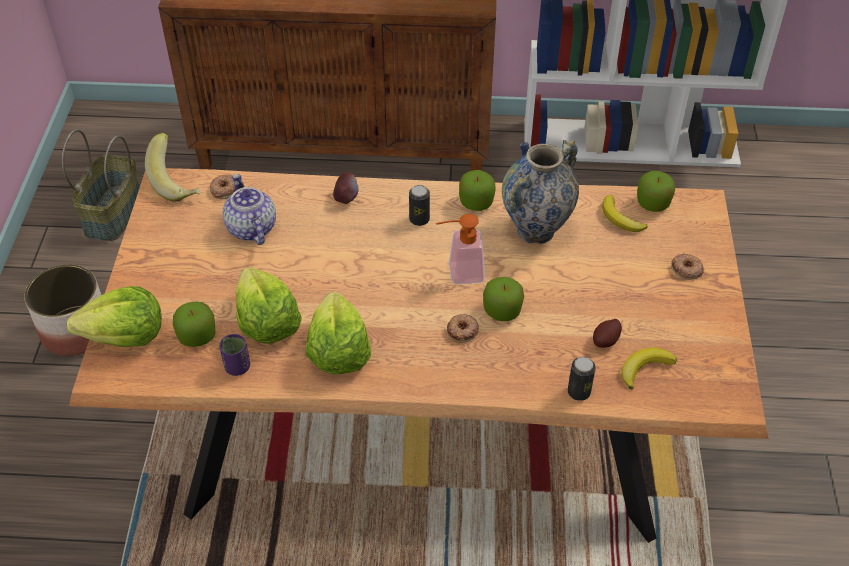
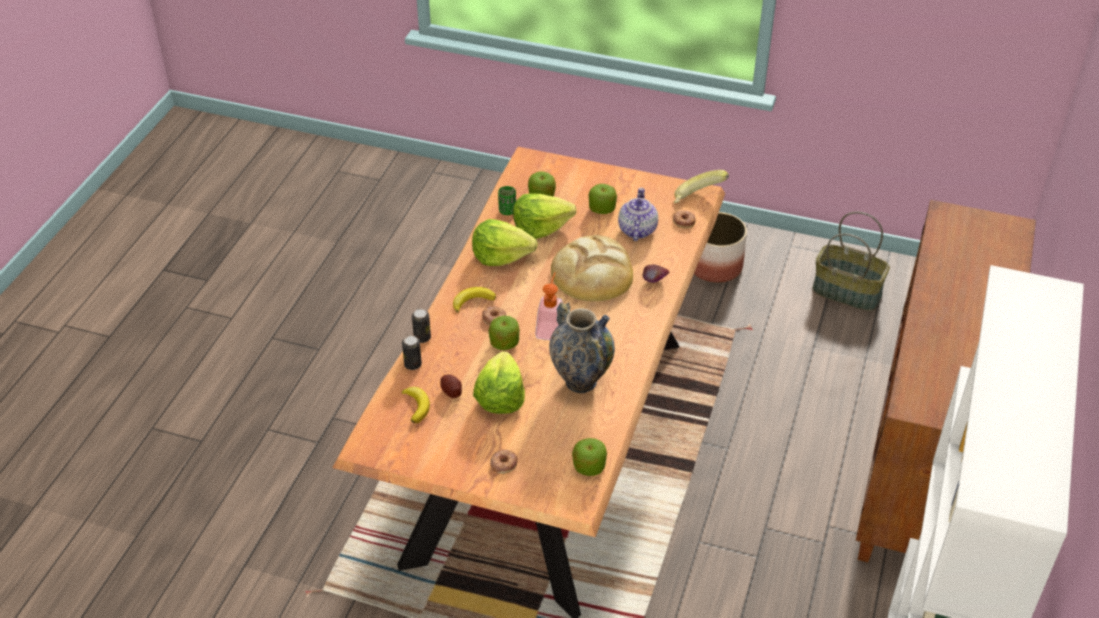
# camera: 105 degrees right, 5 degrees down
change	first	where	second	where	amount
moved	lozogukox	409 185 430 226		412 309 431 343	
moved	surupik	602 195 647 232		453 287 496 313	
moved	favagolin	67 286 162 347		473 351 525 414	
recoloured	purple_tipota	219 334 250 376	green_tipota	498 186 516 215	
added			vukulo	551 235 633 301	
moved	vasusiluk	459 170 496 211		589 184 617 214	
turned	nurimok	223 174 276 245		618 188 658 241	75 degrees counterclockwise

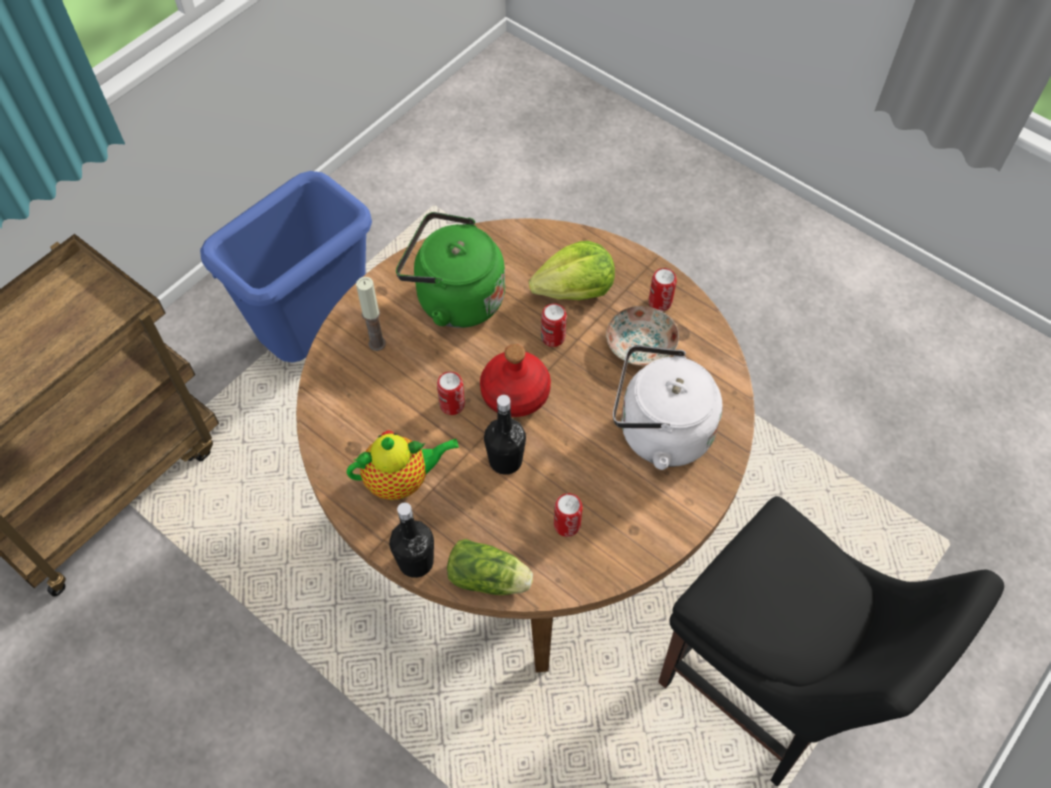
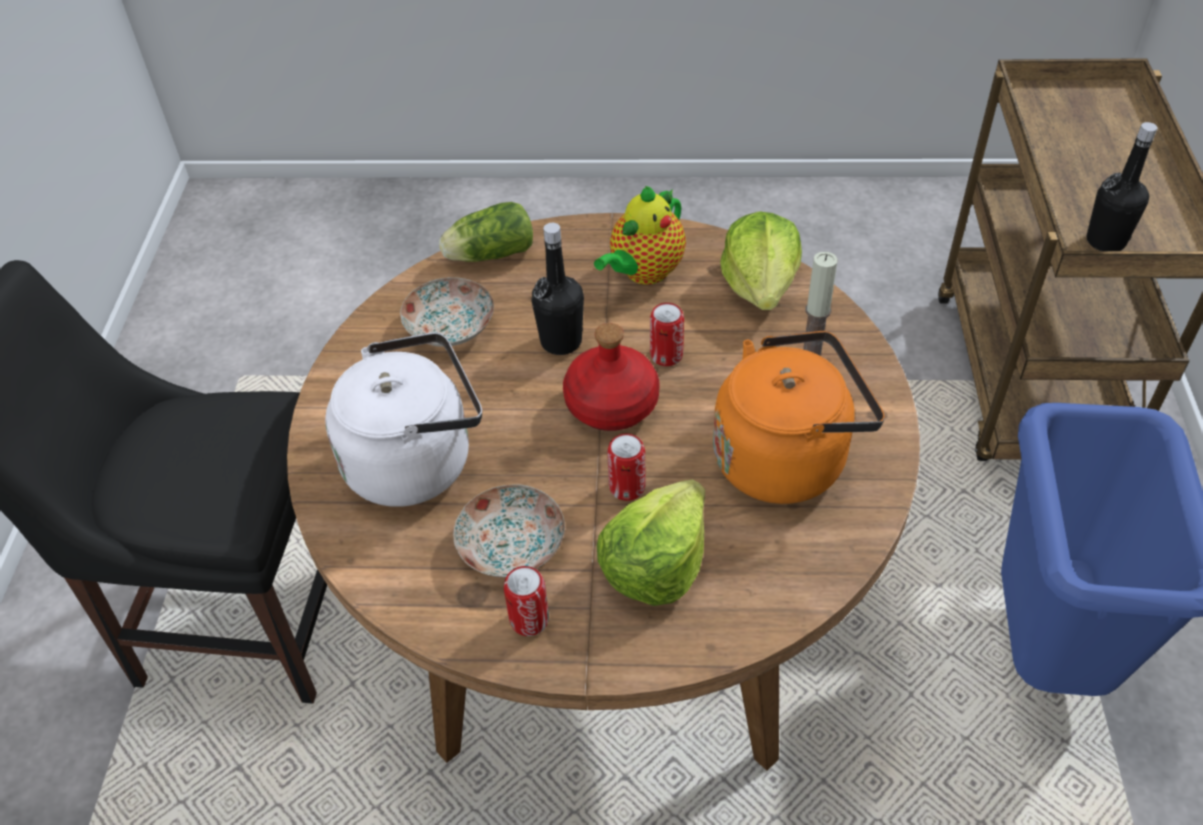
# camera: 145 degrees right, 10 degrees down
change	first	where	second	where	amount
replaced	lozogukox	554 493 583 537	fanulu	400 277 494 346	
recoloured	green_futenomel	396 212 505 328	orange_futenomel	713 331 885 504	
added			favagolin	720 211 802 310	
moved	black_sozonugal	389 503 434 578		1087 122 1157 251	

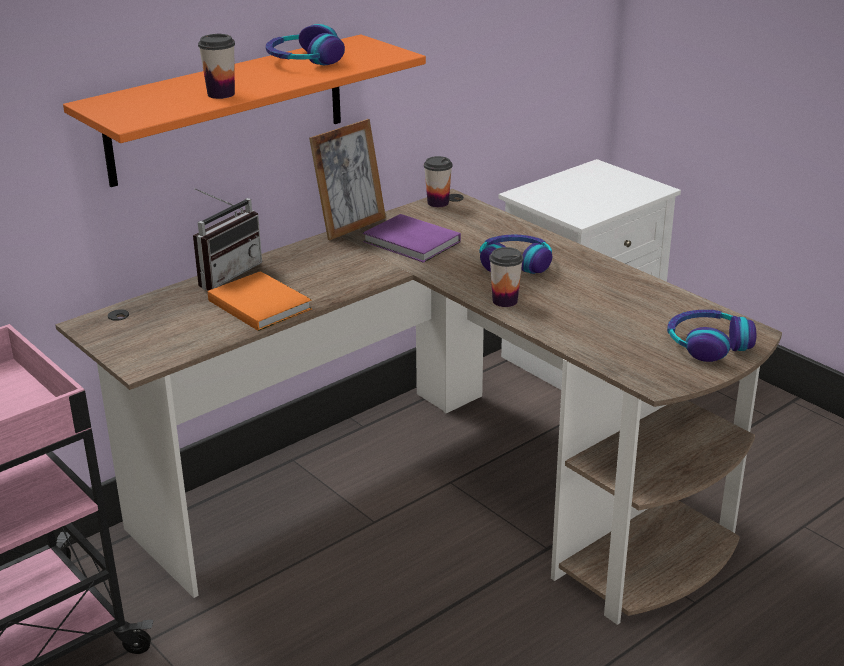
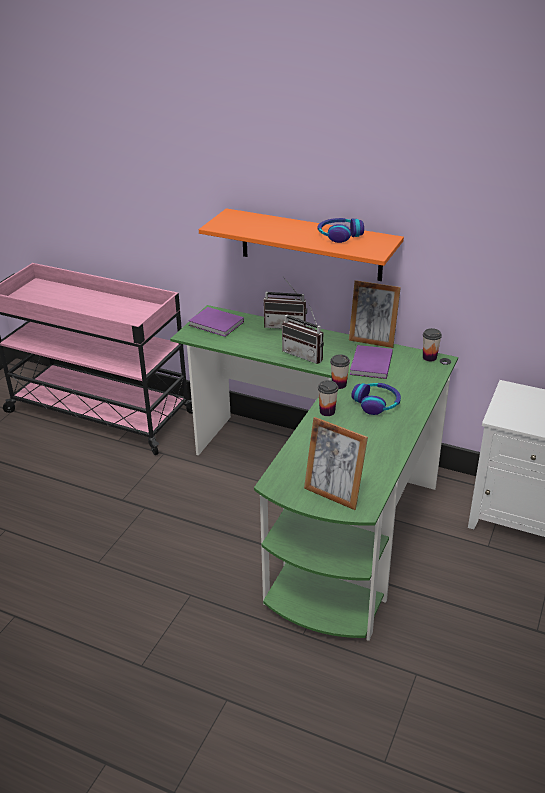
# camera: 65 degrees right, 5 degrees up
change	first	where	second	where	amount
recoloured	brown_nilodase	55 189 782 625	green_nilodase	170 305 458 641	
added			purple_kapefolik	189 307 244 337	
added			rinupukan	282 305 324 364	
replaced	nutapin	667 310 756 362	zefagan	304 417 368 510	
moved	tipota	198 34 235 99		330 354 350 389	
removed	orange_kapefolik	208 271 312 331			

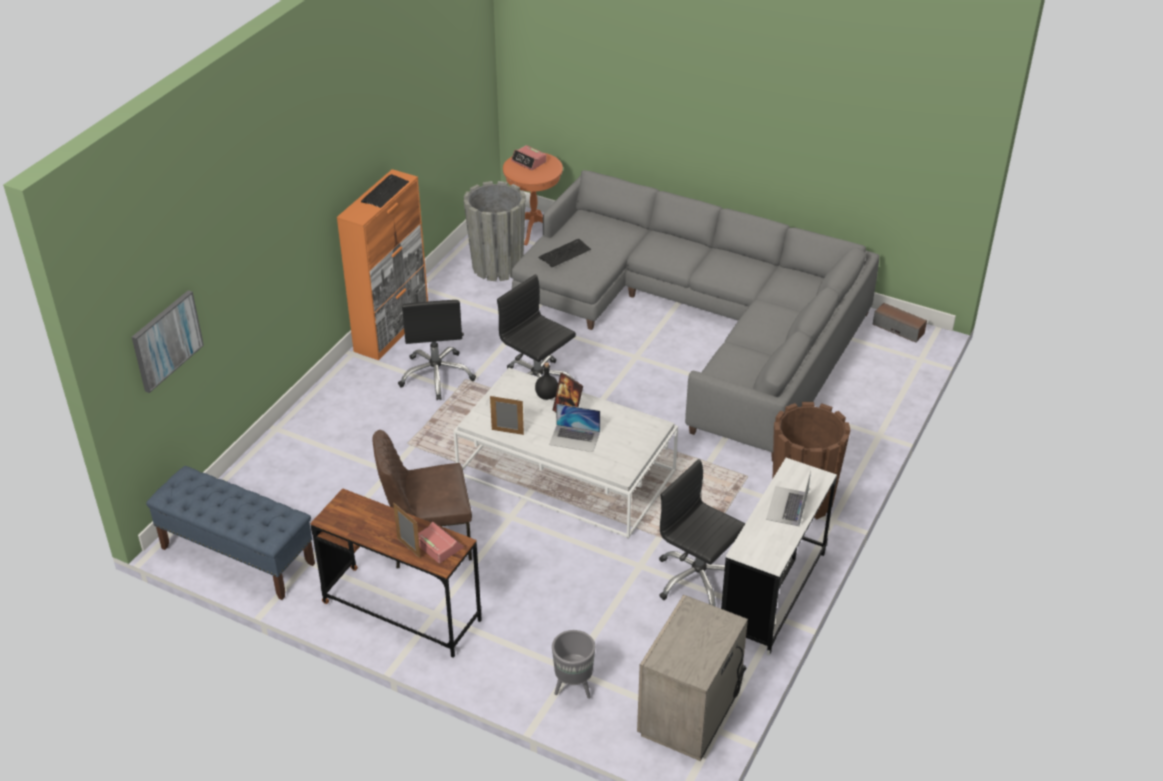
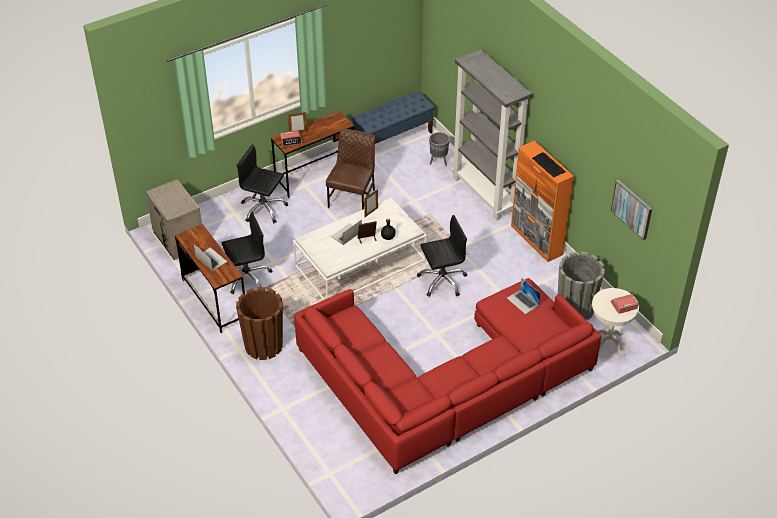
# camera: 120 degrees right, 5 degrees up
change	first	where	second	where	amount
recoloured	white_nilodase	721 458 837 656	brown_nilodase	175 224 245 333	
moved	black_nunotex	398 300 476 400		237 144 288 223	
recoloured	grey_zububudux	512 170 879 461	red_zububudux	294 278 602 474	
moved	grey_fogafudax	552 630 595 699		429 132 450 166	
added			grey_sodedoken	452 49 532 221	
replaced	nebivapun	538 239 591 267	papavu	507 278 541 314	
recoloured	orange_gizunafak	503 153 563 245	white_gizunafak	592 288 639 356	
moved	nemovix	132 290 204 393		611 180 652 240	
removed	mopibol	873 303 927 343			

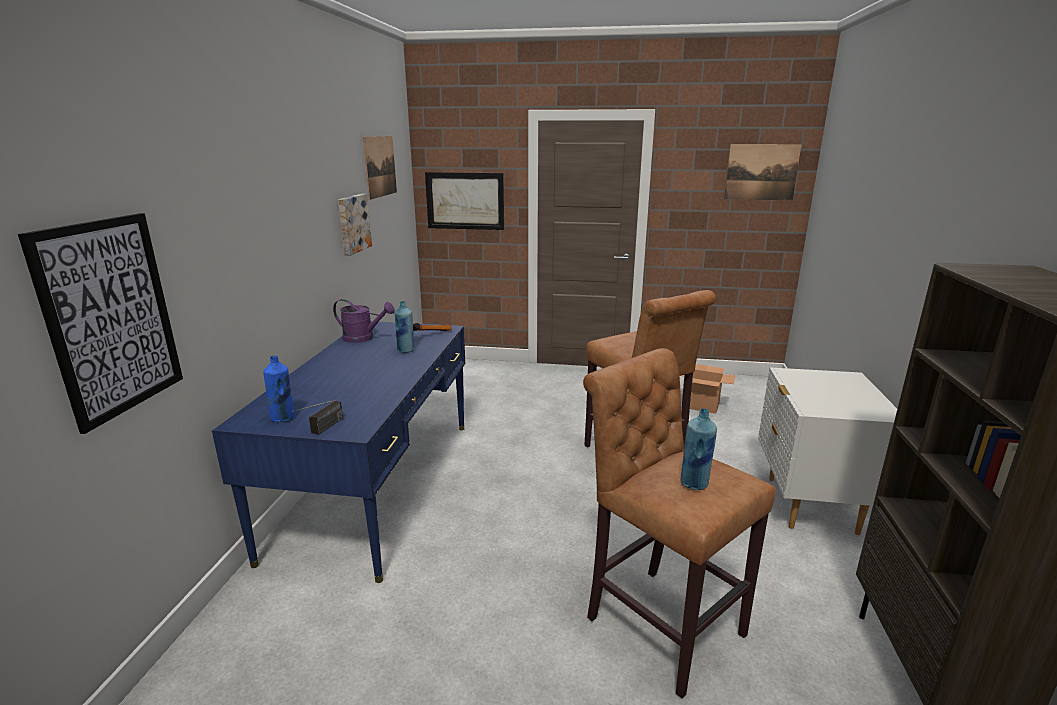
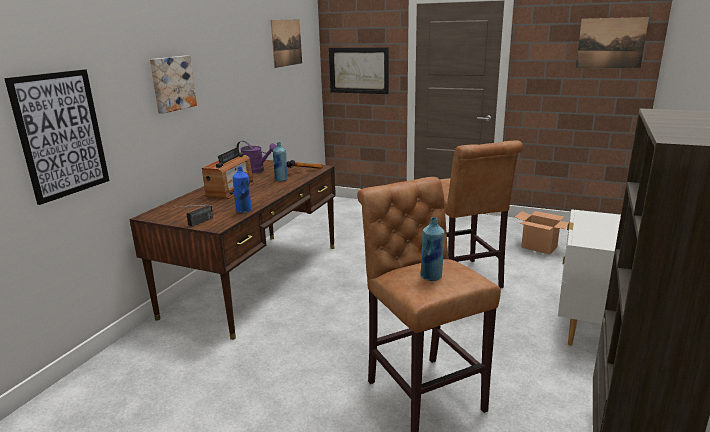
# camera: 15 degrees right, 0 degrees up
change	first	where	second	where	amount
recoloured	blue_nilodase	212 321 465 583	brown_nilodase	129 160 336 340	
moved	nemovix	338 194 372 256		150 55 197 114	
added			rinupukan	202 148 254 199	
moved	blue_sozonugal	263 355 294 422		233 166 251 213	

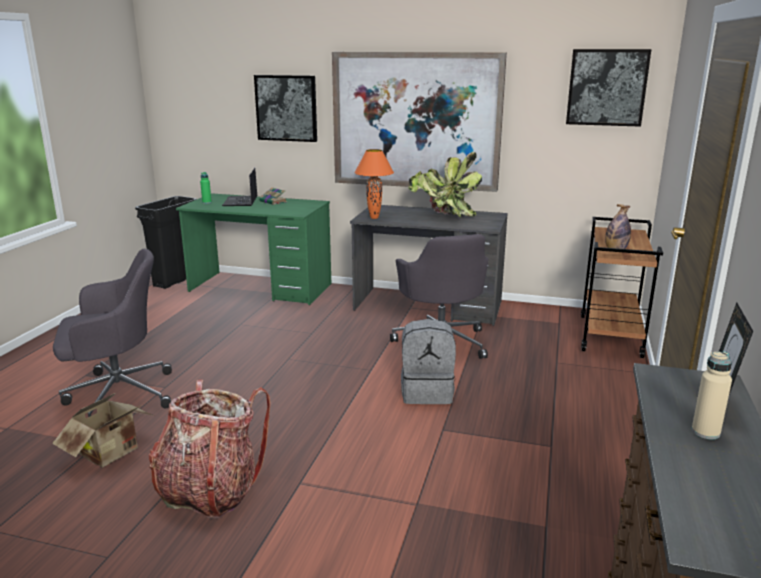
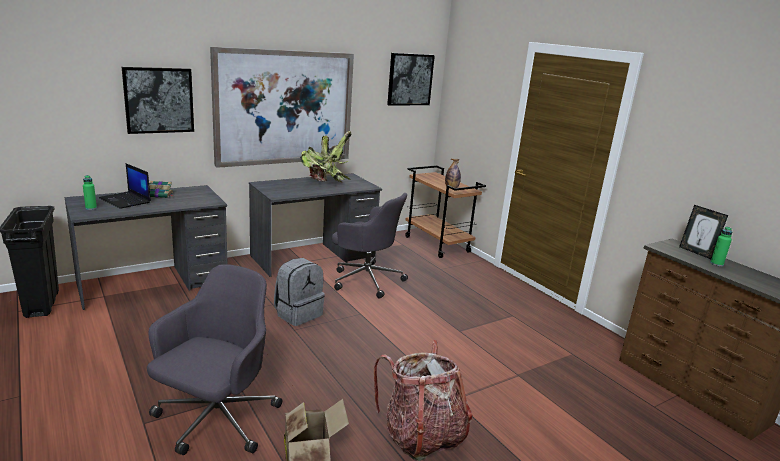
# camera: 50 degrees left, 0 degrees up
change	first	where	second	where	amount
recoloured	green_nilodase	176 193 331 305	grey_nilodase	65 185 228 310	
moved	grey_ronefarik	401 319 456 404		274 258 325 326	
recoloured	beige_sozonugal	692 351 732 439	green_sozonugal	710 227 733 266	
removed	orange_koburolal	354 149 394 219			

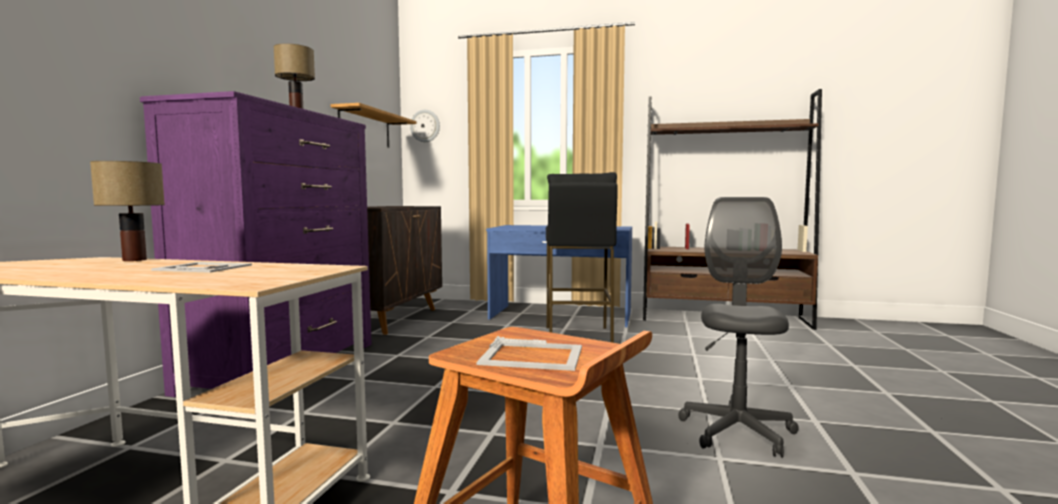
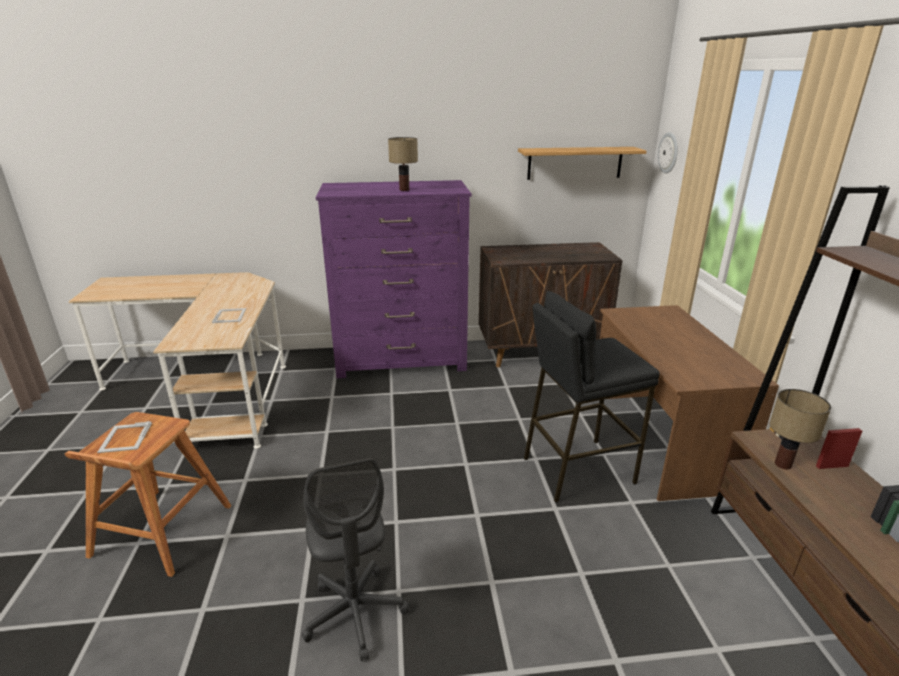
# camera: 70 degrees right, 20 degrees up
change	first	where	second	where	amount
turned	grey_nunotex	678 197 799 458		302 458 409 661	75 degrees clockwise
recoloured	blue_nilodase	486 225 632 327	brown_nilodase	600 305 779 501	
moved	koburolal	90 161 165 261		769 389 831 469	

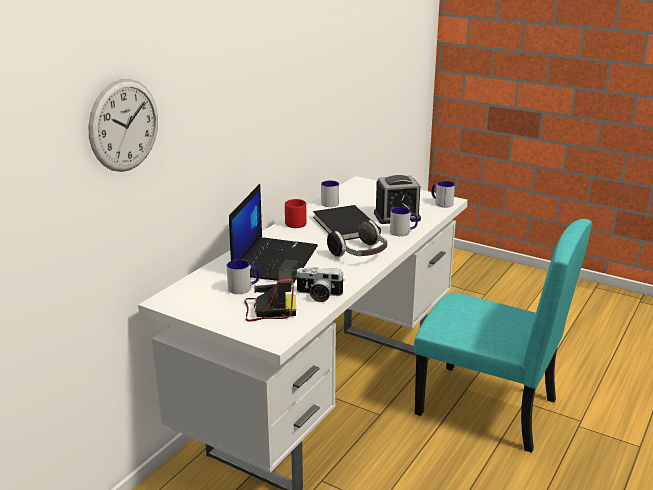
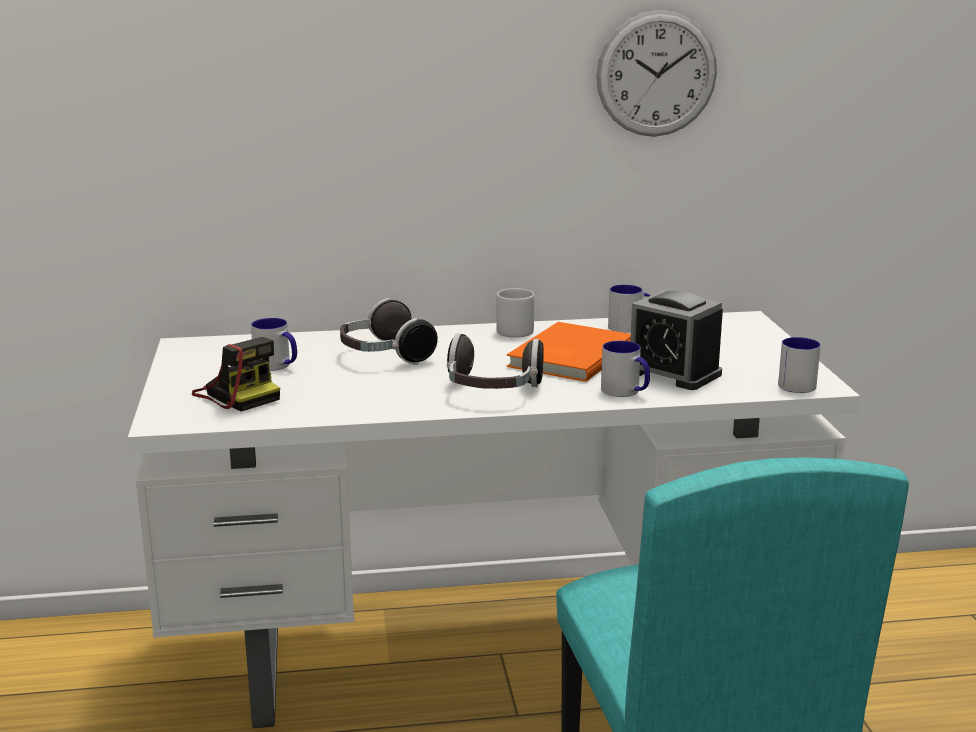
# camera: 50 degrees right, 5 degrees down
change	first	where	second	where	amount
replaced	papavu	229 184 318 283	nutapin	340 298 438 365	
recoloured	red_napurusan	285 199 307 228	grey_napurusan	497 288 534 338	
recoloured	black_kapefolik	313 205 381 240	orange_kapefolik	506 322 631 382	
moved	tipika	88 79 158 172		596 10 717 137	
removed	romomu	295 267 345 302			

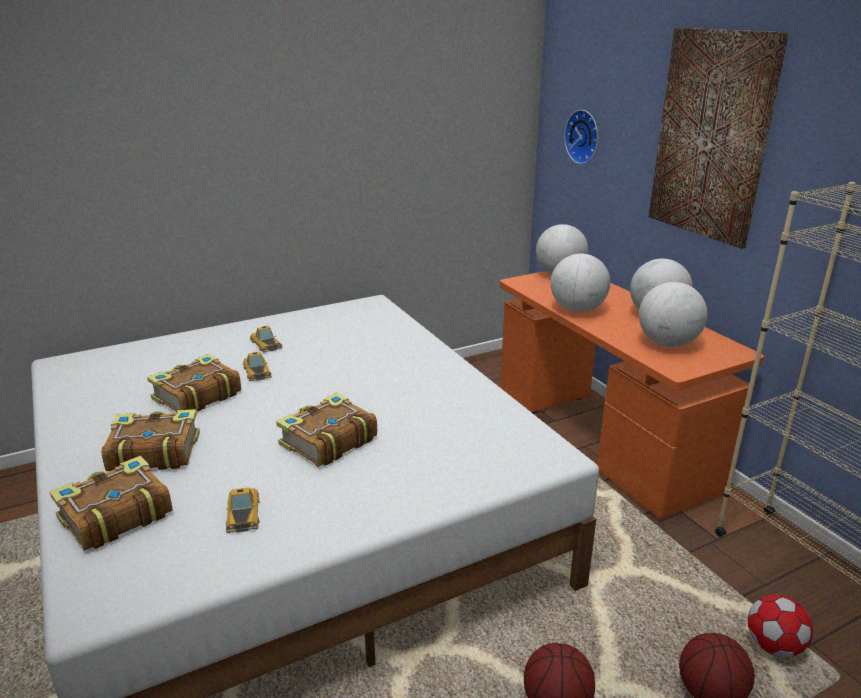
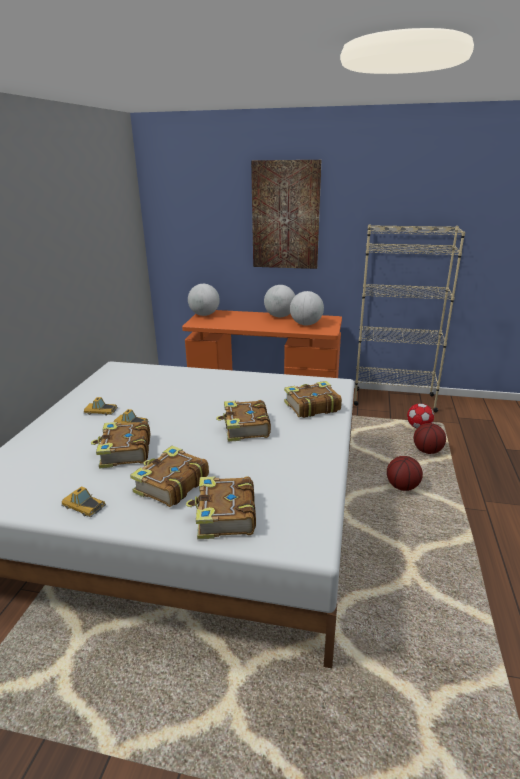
# camera: 50 degrees left, 0 degrees up
change	first	where	second	where	amount
moved	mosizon	226 487 260 533		61 486 106 517	
added			kapefolik	284 381 342 418	
removed	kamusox	550 254 610 312			
removed	tipika	564 110 598 164			

